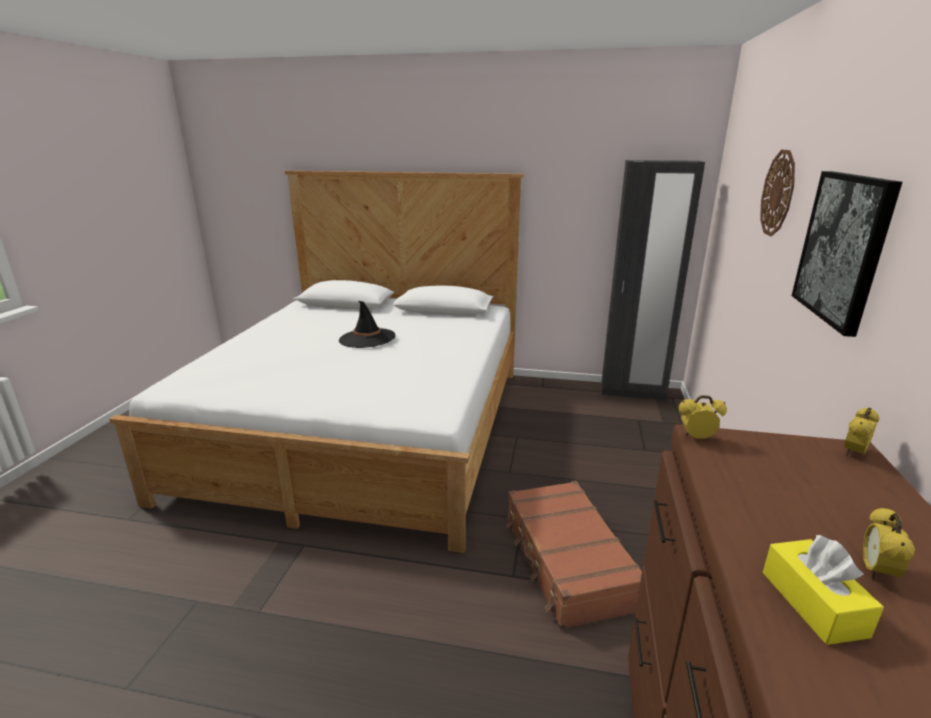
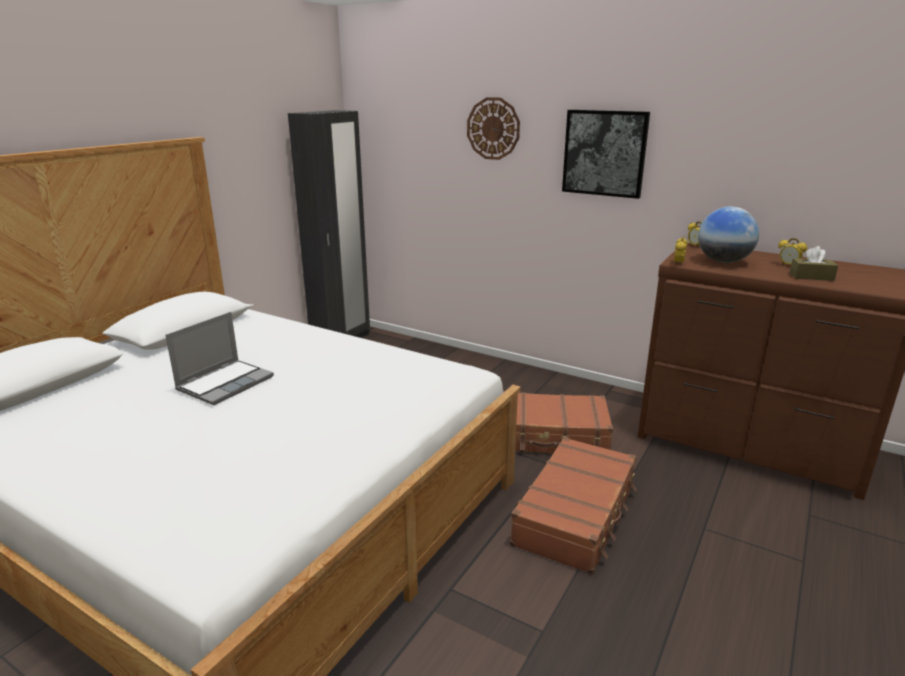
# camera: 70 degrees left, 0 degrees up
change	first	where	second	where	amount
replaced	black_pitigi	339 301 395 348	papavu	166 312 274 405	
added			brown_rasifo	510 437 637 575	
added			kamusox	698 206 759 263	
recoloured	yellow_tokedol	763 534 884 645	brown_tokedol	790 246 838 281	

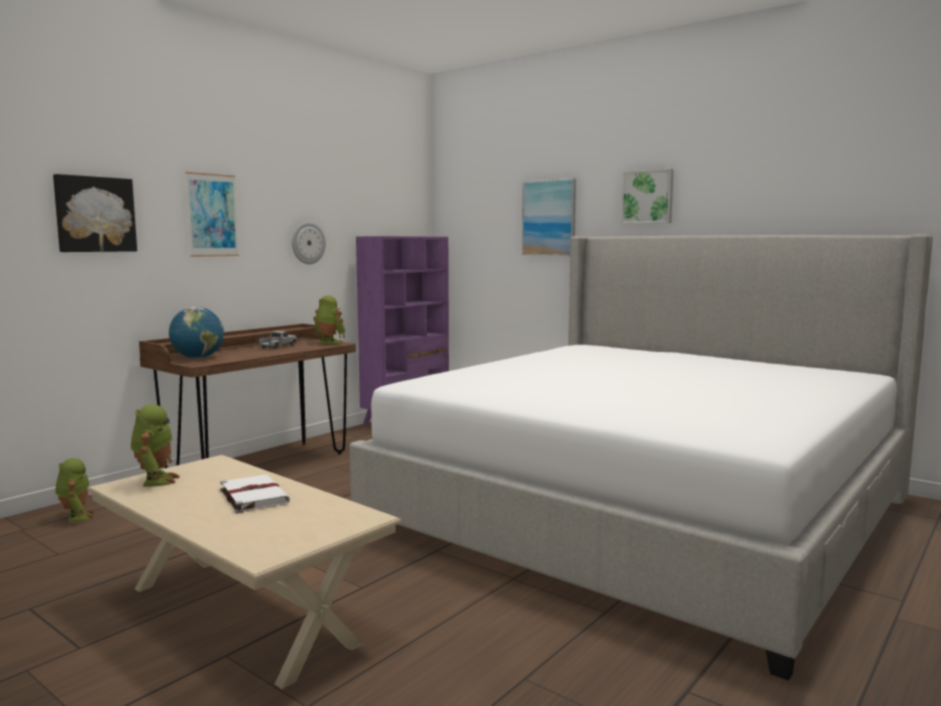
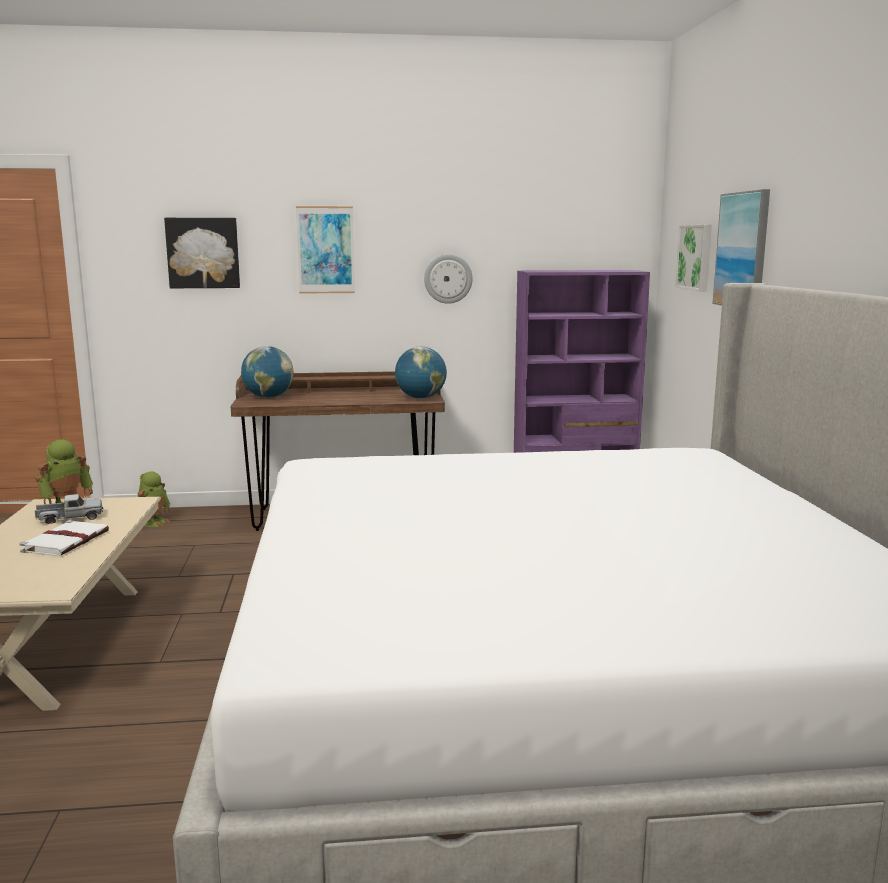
# camera: 45 degrees right, 5 degrees up
change	first	where	second	where	amount
moved	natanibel	259 331 297 349		35 494 103 524	
replaced	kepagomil	313 295 346 345	kamusox	395 347 447 399	
moved	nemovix	621 169 674 224		675 225 712 291	

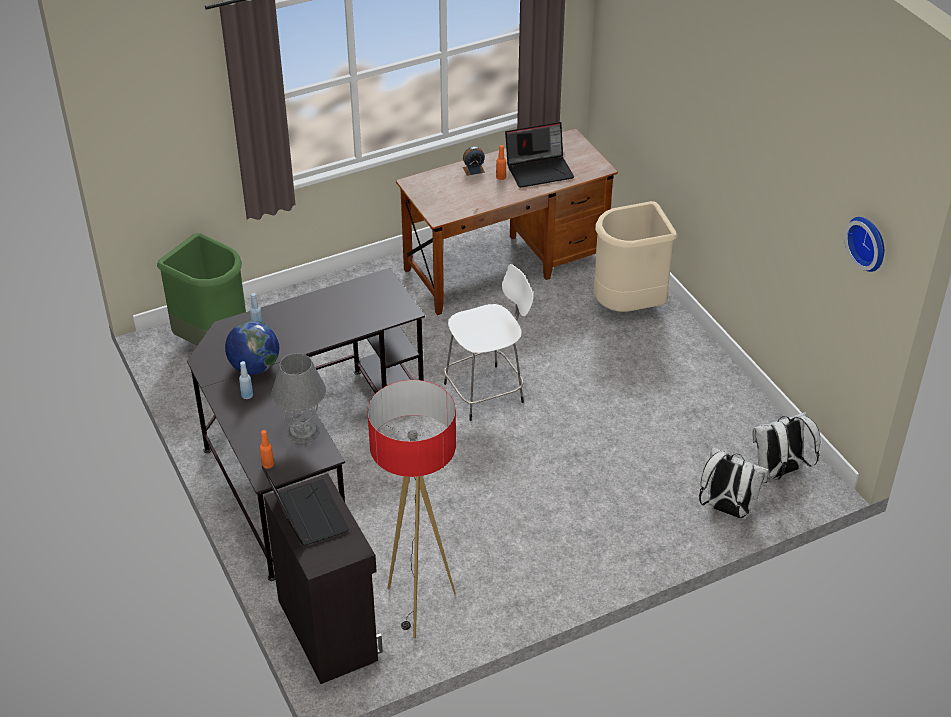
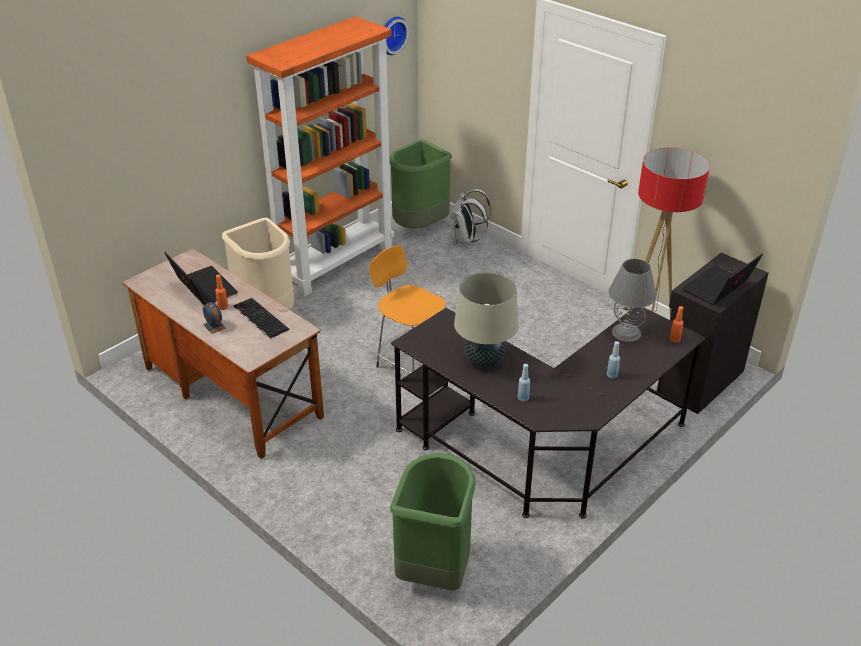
# camera: 110 degrees left, 5 degrees down
change	first	where	second	where	amount
added			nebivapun	233 298 289 339	
added			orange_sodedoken	246 16 394 297	
recoloured	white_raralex	444 264 534 421	orange_raralex	369 245 446 373	
replaced	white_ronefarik	753 412 820 480	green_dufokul	389 139 452 229	
added			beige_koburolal	454 272 519 368	
removed	kamusox	225 321 279 374			

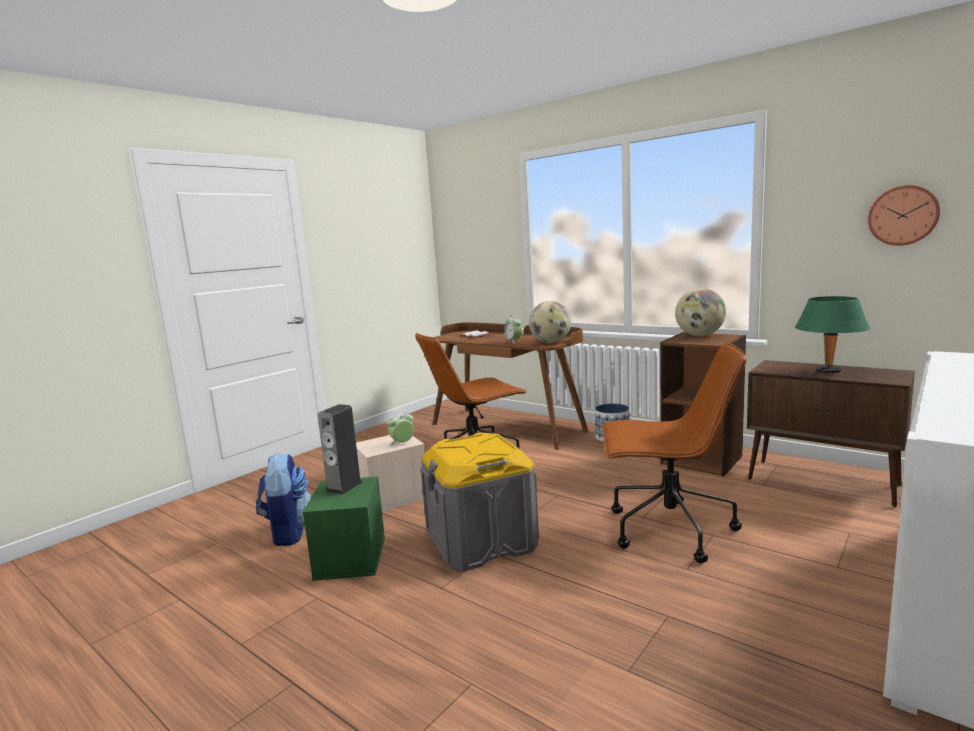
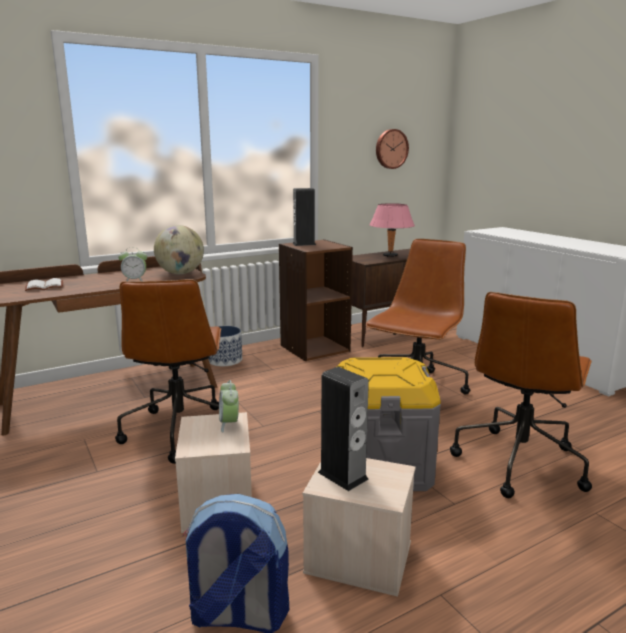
# camera: 70 degrees left, 5 degrees up
change	first	where	second	where	amount
replaced	kamusox	675 288 726 336	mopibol	292 188 316 246	
recoloured	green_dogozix	302 476 385 581	beige_dogozix	303 458 415 597	
recoloured	green_koburolal	795 296 870 374	pink_koburolal	370 203 415 257	
added			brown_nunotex	450 292 592 498	

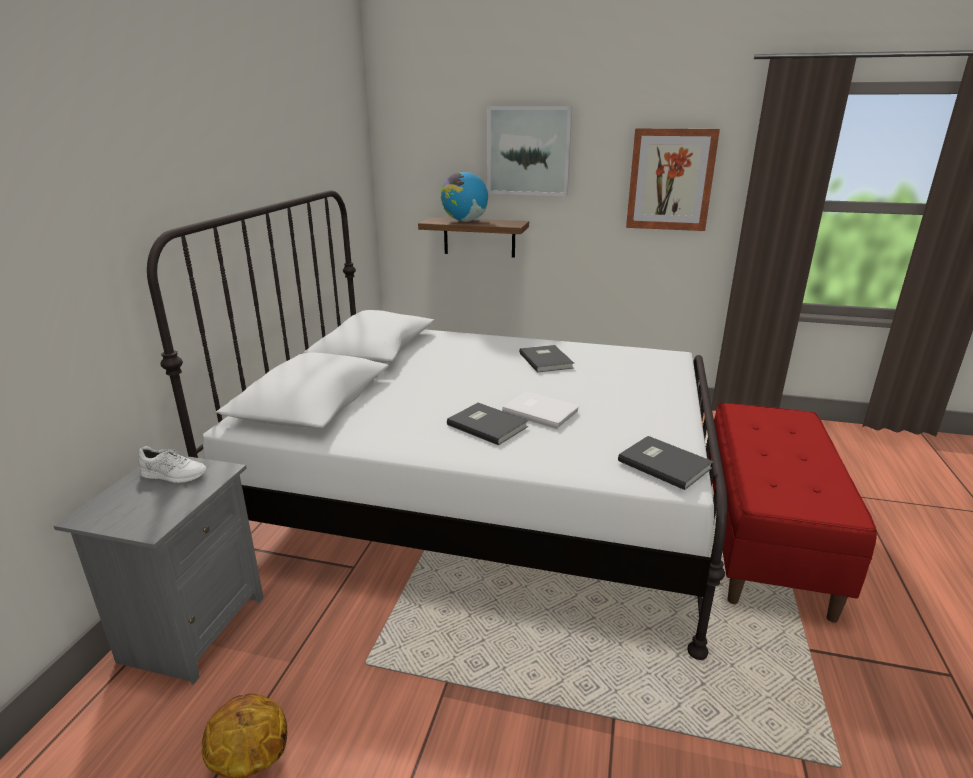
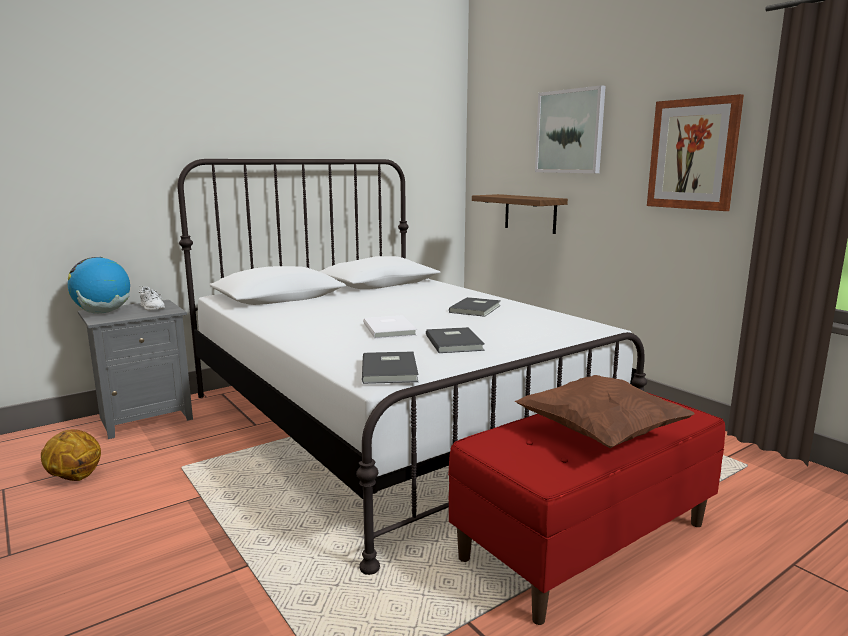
# camera: 40 degrees right, 10 degrees down
change	first	where	second	where	amount
moved	kamusox	441 172 488 222		68 257 130 314	
moved	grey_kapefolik	447 403 528 445		426 327 485 353	
added			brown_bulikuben	515 375 695 448	

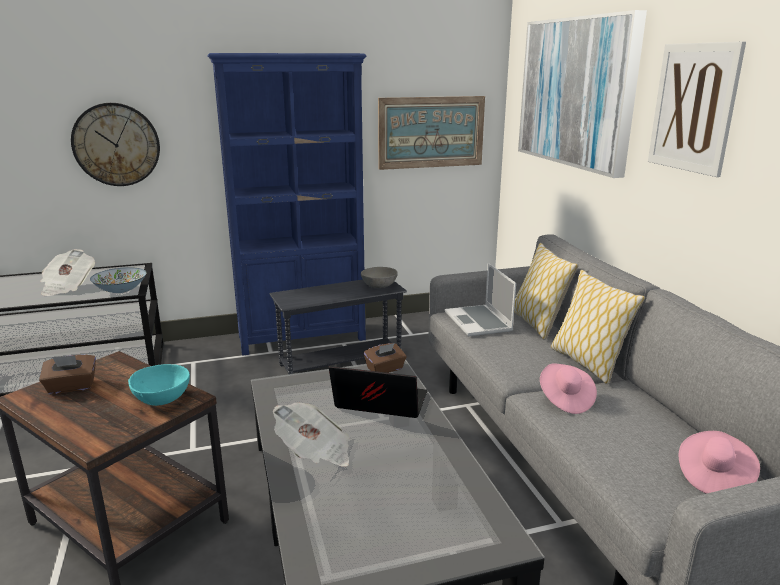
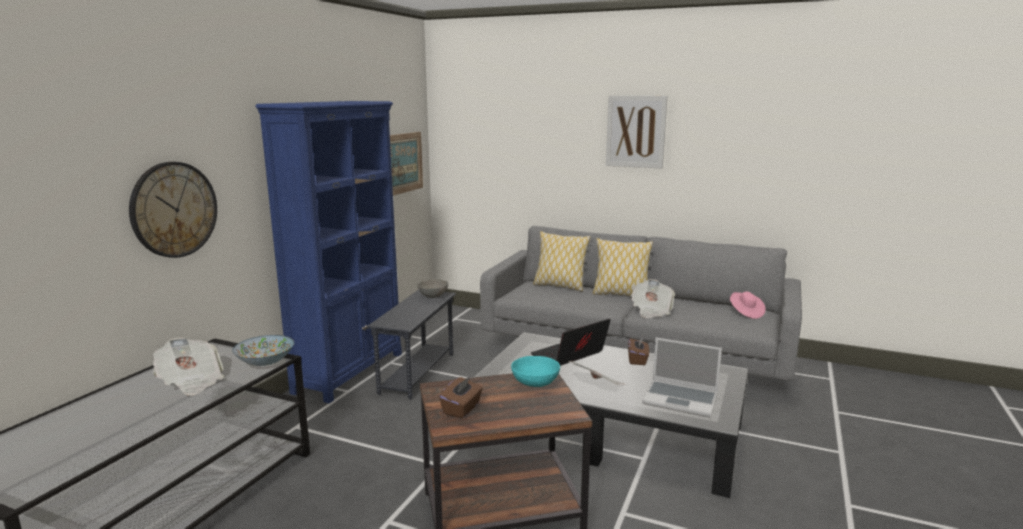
# camera: 50 degrees left, 5 degrees down
change	first	where	second	where	amount
moved	brown_tokedol	364 343 406 373		628 337 649 365	
replaced	pink_pitigi	540 363 597 414	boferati	630 279 675 318	
moved	papavu	445 263 516 336		642 338 722 417	
removed	nemovix	518 10 647 178			

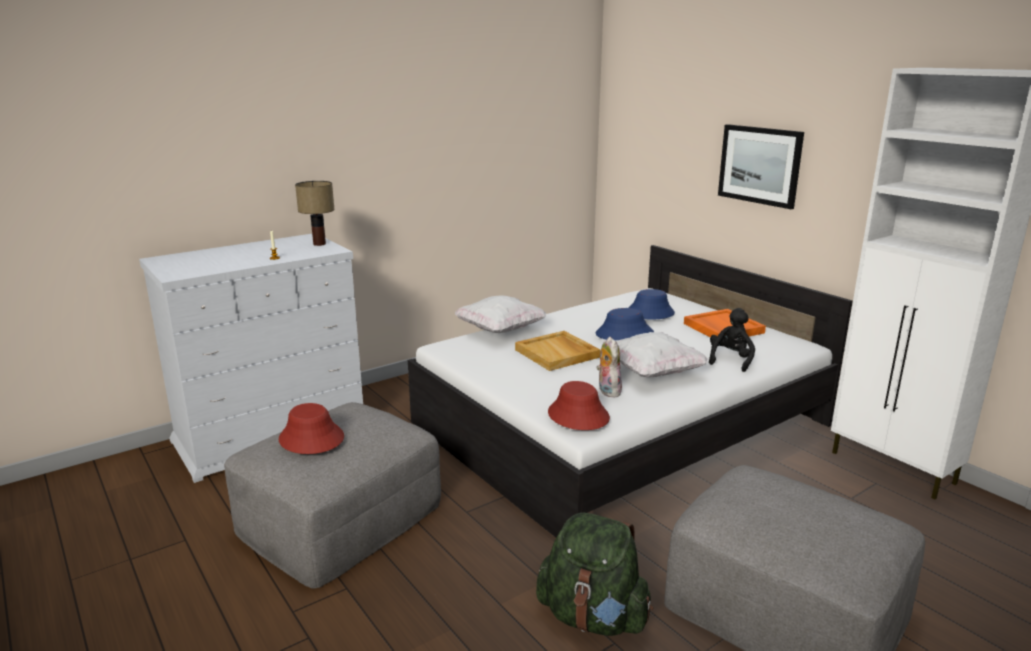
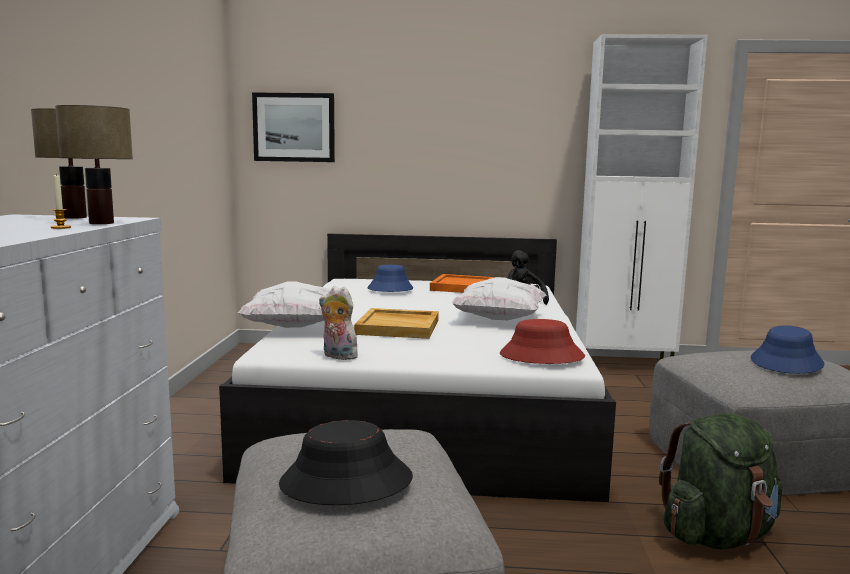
# camera: 50 degrees left, 10 degrees down
change	first	where	second	where	amount
added			koburolal	55 105 133 224	
moved	nemovix	718 124 804 209		252 92 335 162	
recoloured	red_pitigi	279 403 344 454	black_pitigi	279 420 413 505	
moved	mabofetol	596 337 622 397		319 286 358 360	
moved	blue_pitigi	596 308 654 340		751 325 825 374	

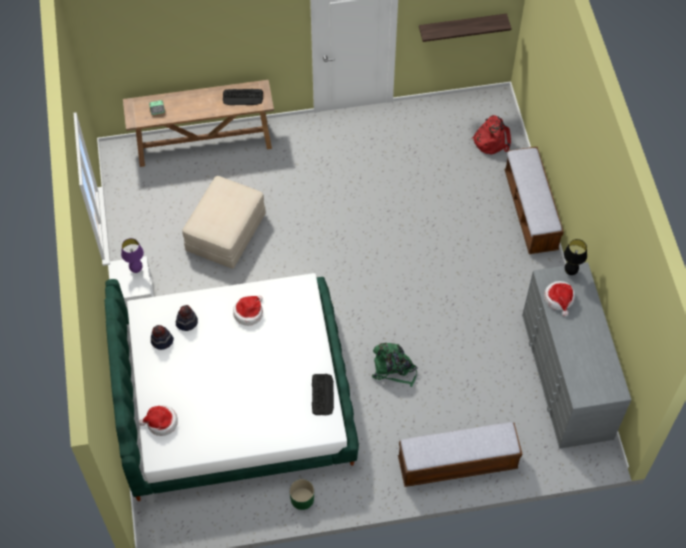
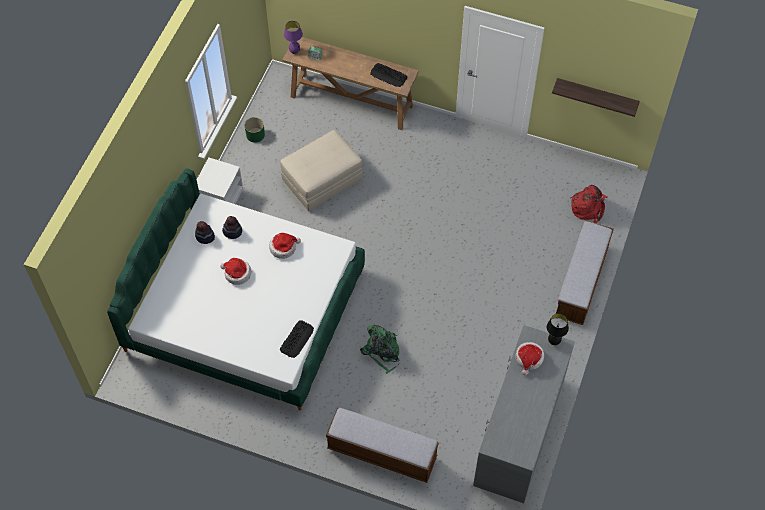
# camera: 30 degrees right, 0 degrees up
change	first	where	second	where	amount
moved	pitigi	139 405 178 436		220 258 251 285	
moved	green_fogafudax	289 479 314 510		244 117 265 143	
moved	purple_koburolal	121 238 144 273		284 21 303 54	

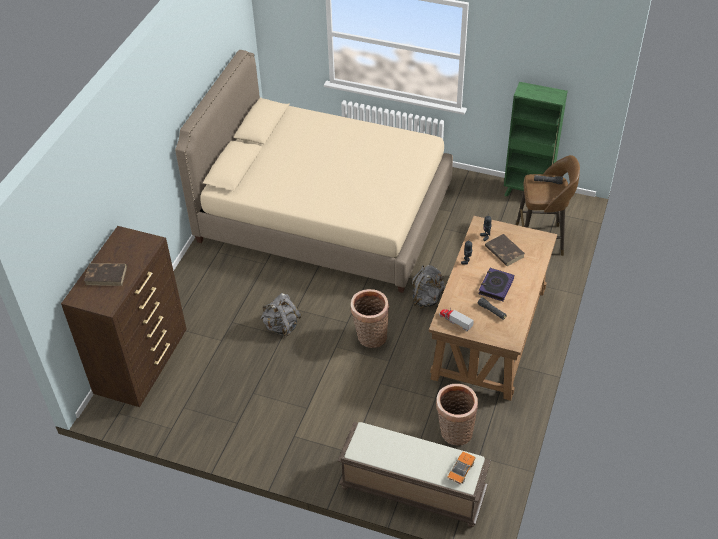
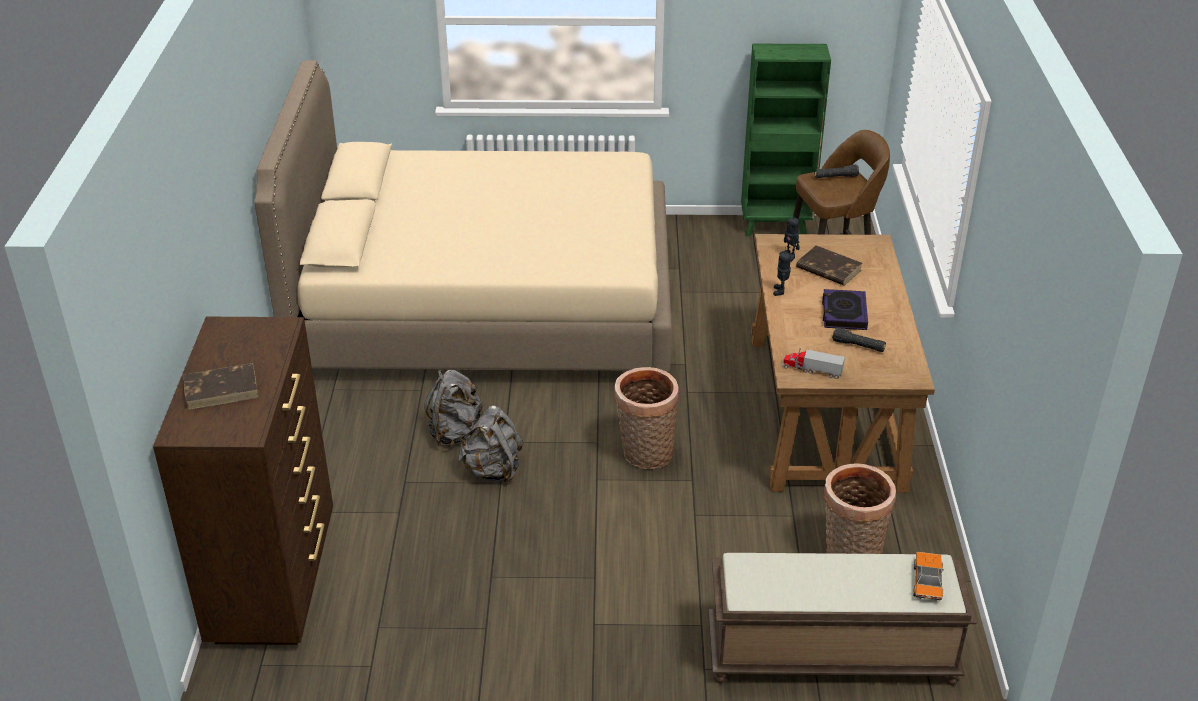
# camera: 20 degrees left, 10 degrees down
change	first	where	second	where	amount
moved	grey_ronefarik	412 265 445 308		424 370 483 447	

